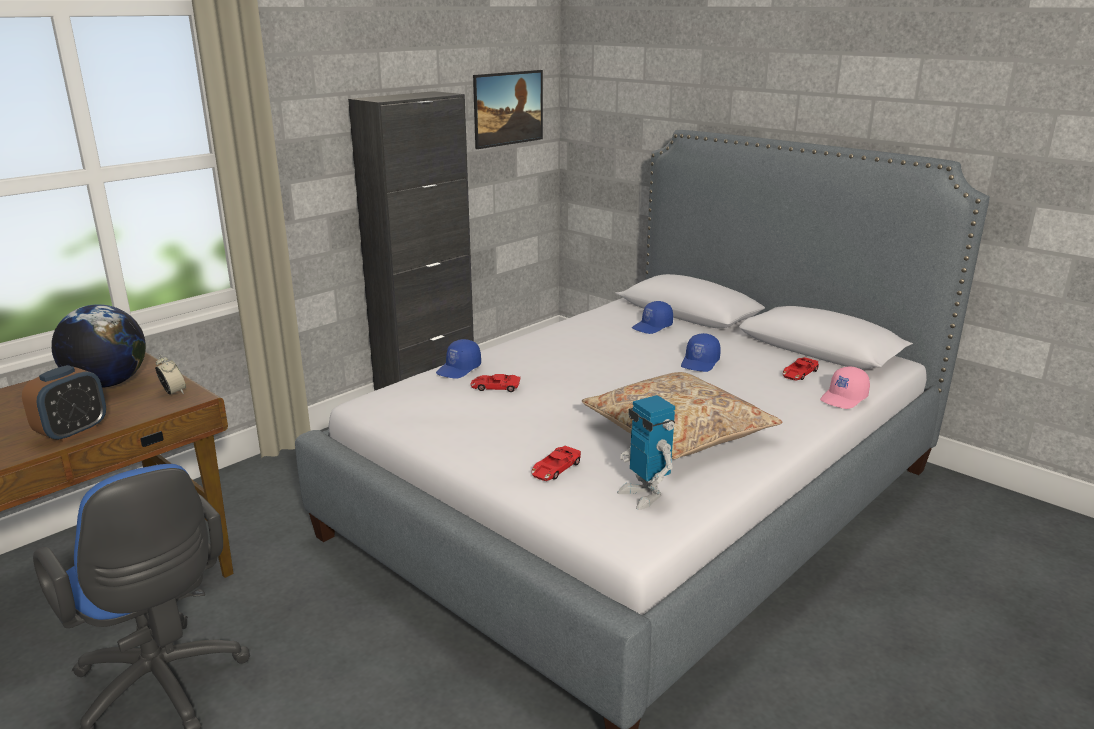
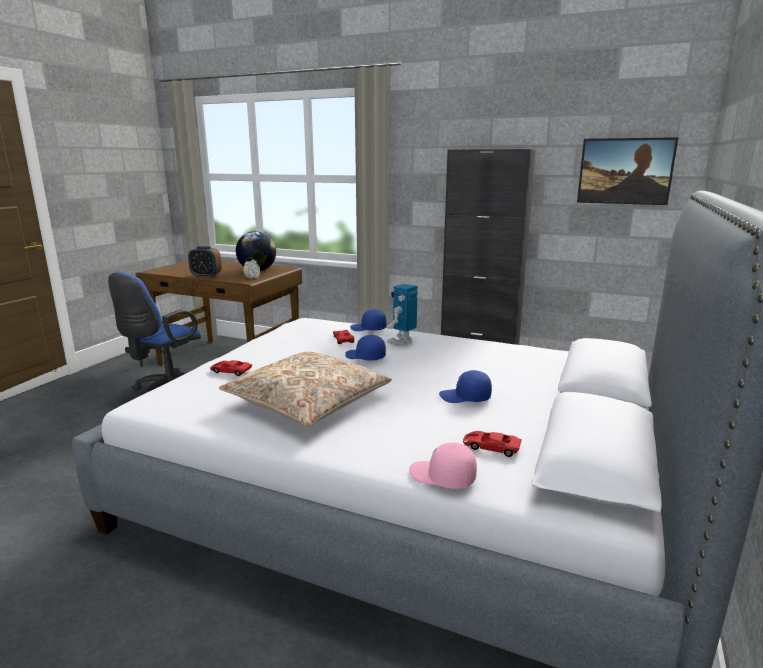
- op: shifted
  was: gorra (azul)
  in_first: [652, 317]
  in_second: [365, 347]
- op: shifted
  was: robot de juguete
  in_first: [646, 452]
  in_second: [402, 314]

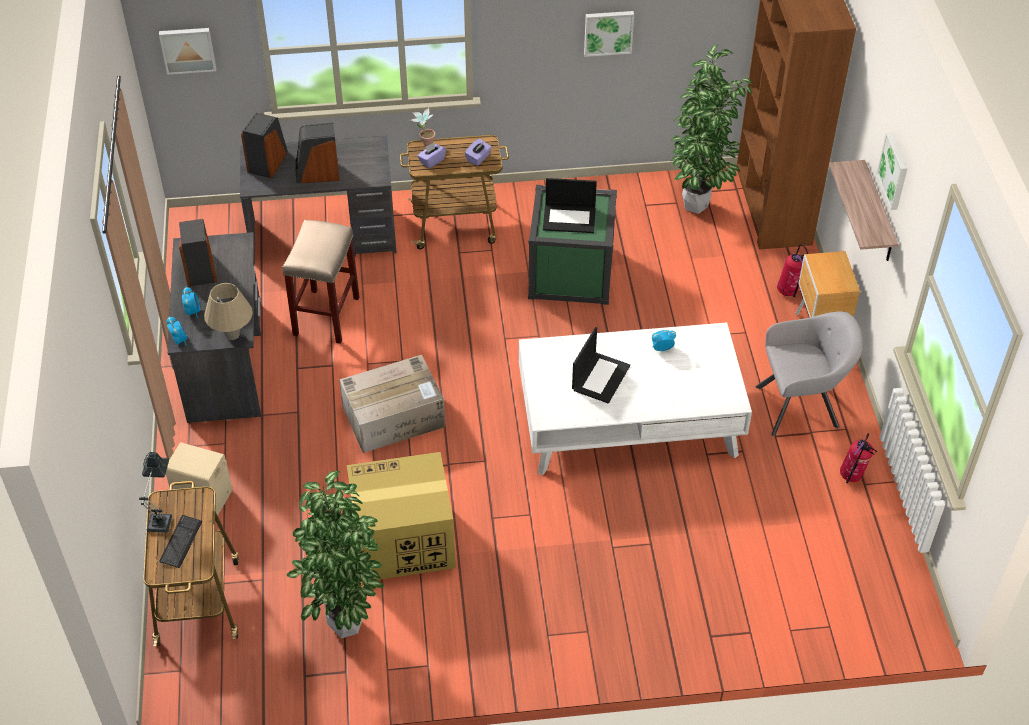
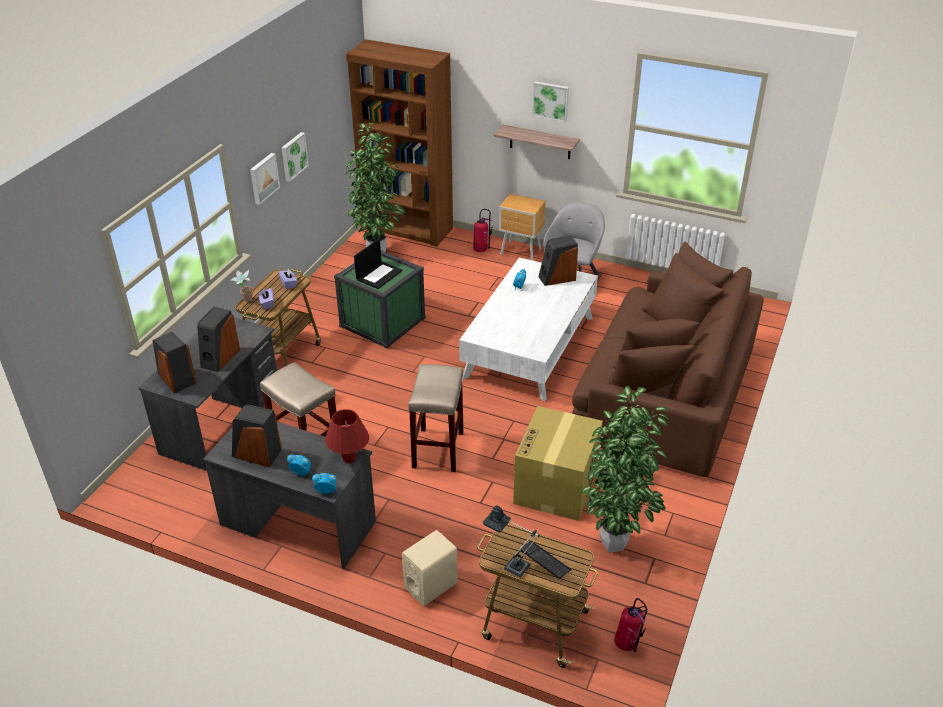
- op: shifted
  was: cuadro
  in_first: [187, 51]
  in_second: [265, 179]
- op: repainted
  was: lámpara de mesa (beis)
  now: lámpara de mesa (rojo)
  in_first: [228, 311]
  in_second: [347, 436]
- op: gone
  was: portátil
  in_first: [601, 365]
- op: swapped
  was: caja de cartón
  now: taburete (beis)
  in_first: [392, 404]
  in_second: [436, 418]
- op: shifted
  was: extintor
  in_first: [858, 458]
  in_second: [630, 625]
- op: new
  now: altavoz
  in_second: [558, 260]
- op: new
  now: sofá (marrón)
  in_second: [668, 359]

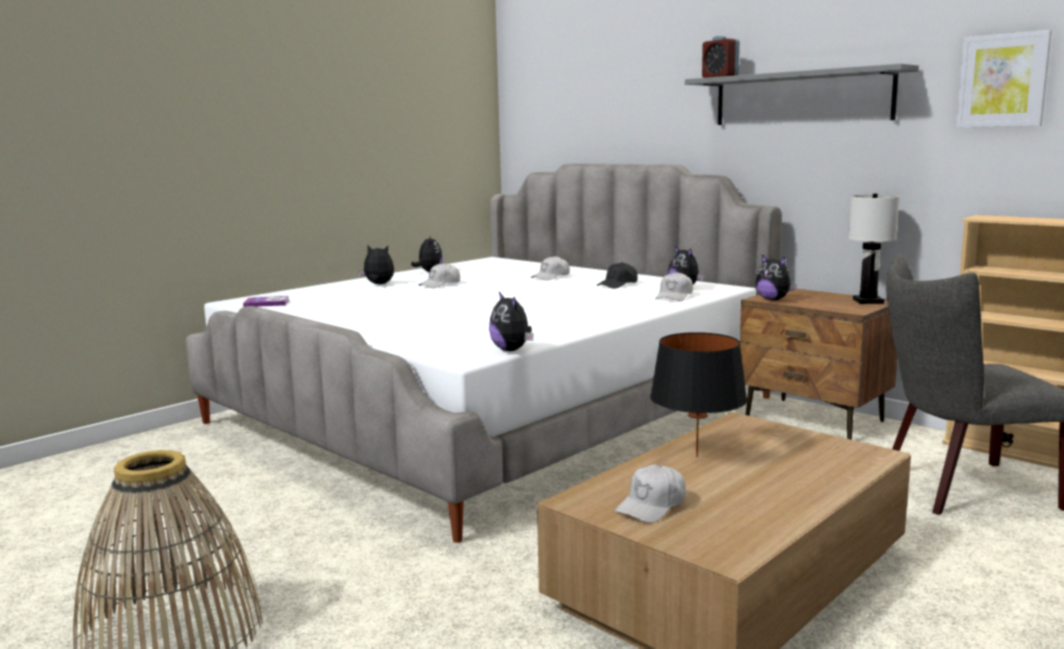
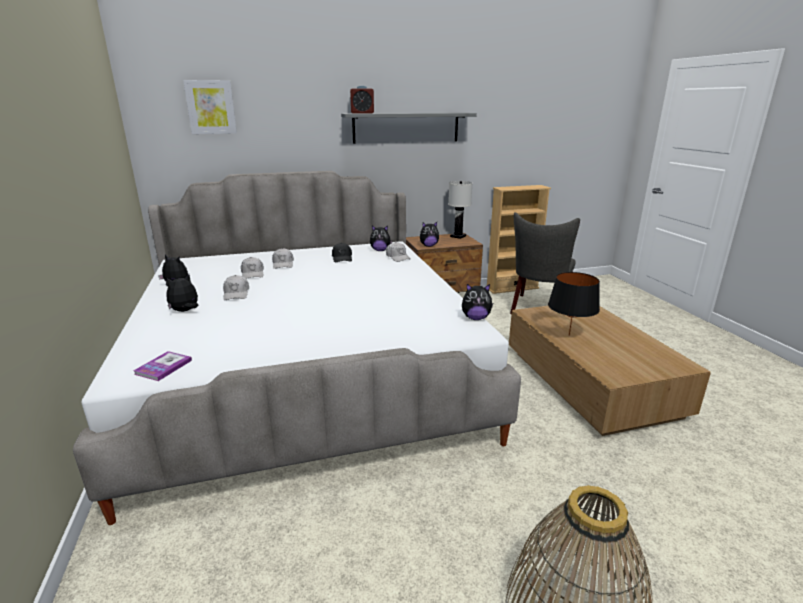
- op: shifted
  was: cuadro
  in_first: [1004, 79]
  in_second: [210, 107]
- op: shifted
  was: gorra (blanco)
  in_first: [650, 494]
  in_second: [252, 268]

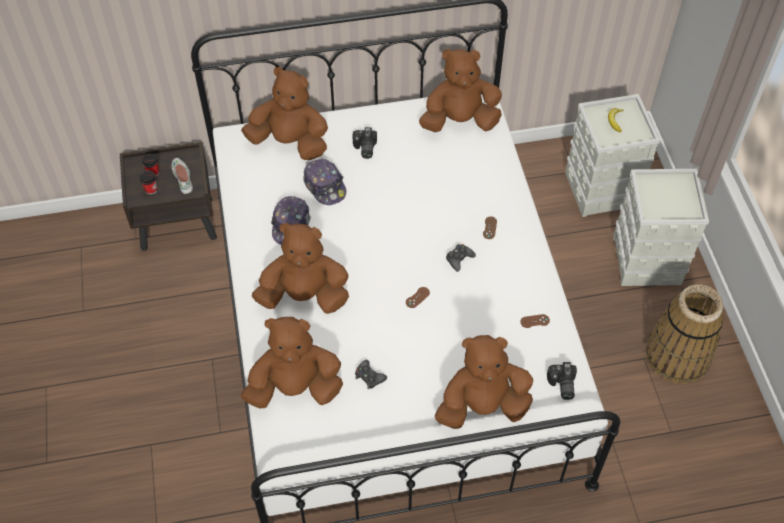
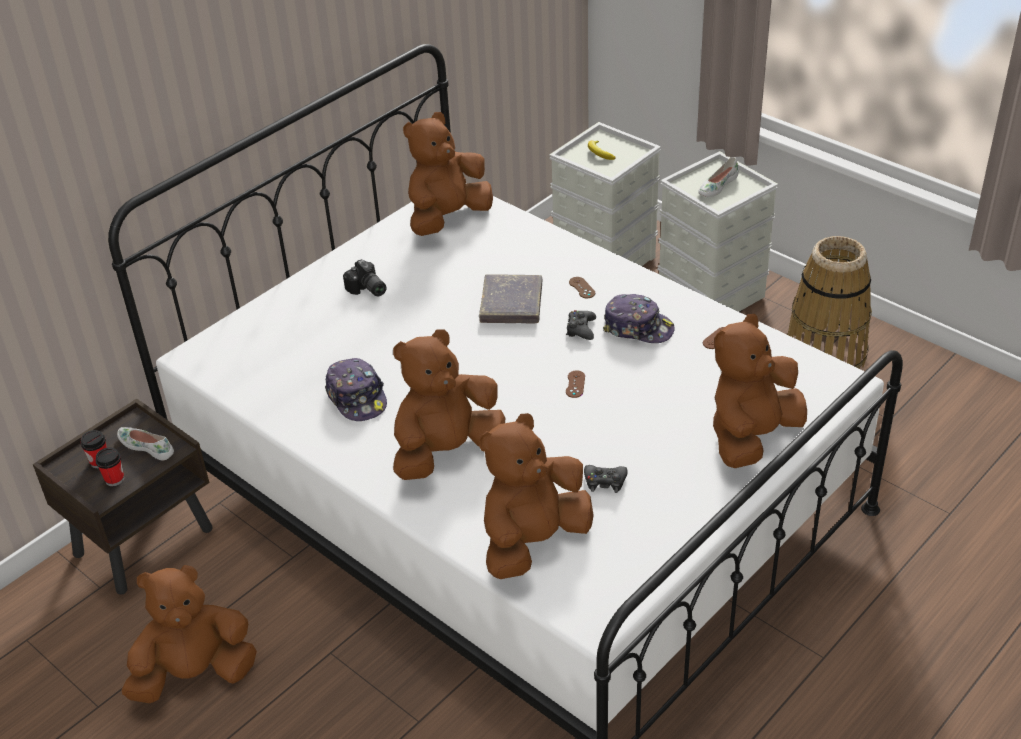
- op: shifted
  was: peluche (marrón)
  in_first: [284, 113]
  in_second: [189, 634]
- op: shifted
  was: gorra
  in_first: [324, 182]
  in_second: [639, 318]
- op: gone
  was: cámara
  in_first: [562, 381]
- op: new
  now: zapato (blanco)
  in_second: [718, 177]
- op: new
  now: libro (gris)
  in_second: [511, 298]

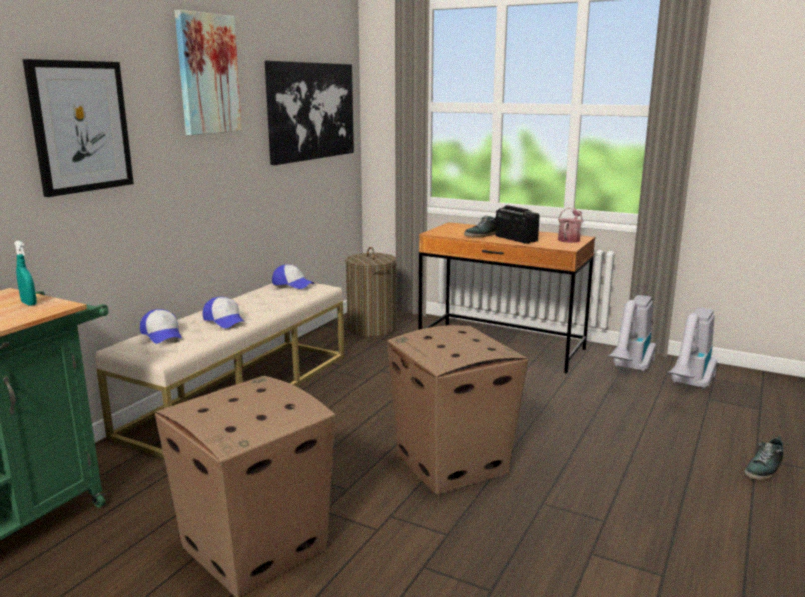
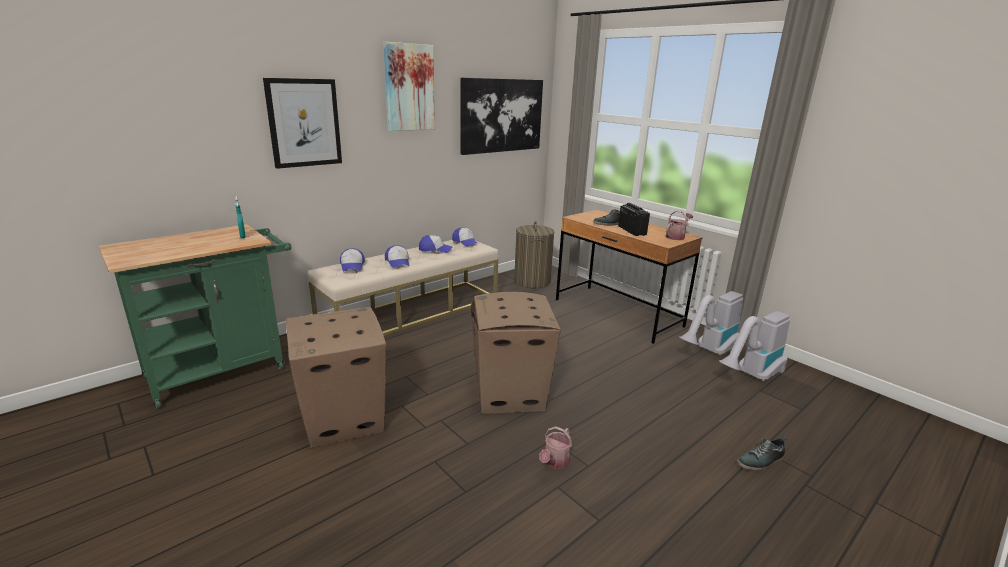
- op: new
  now: gorra
  in_second: [435, 244]
- op: new
  now: regadera
  in_second: [556, 447]

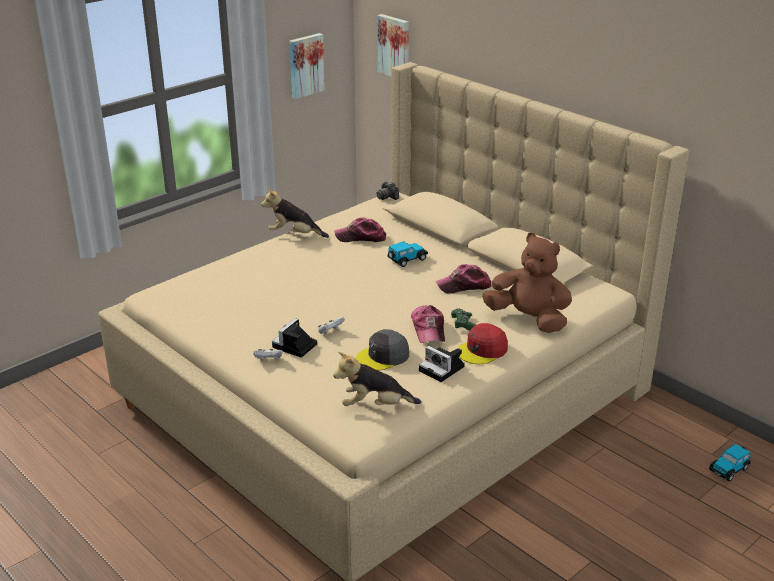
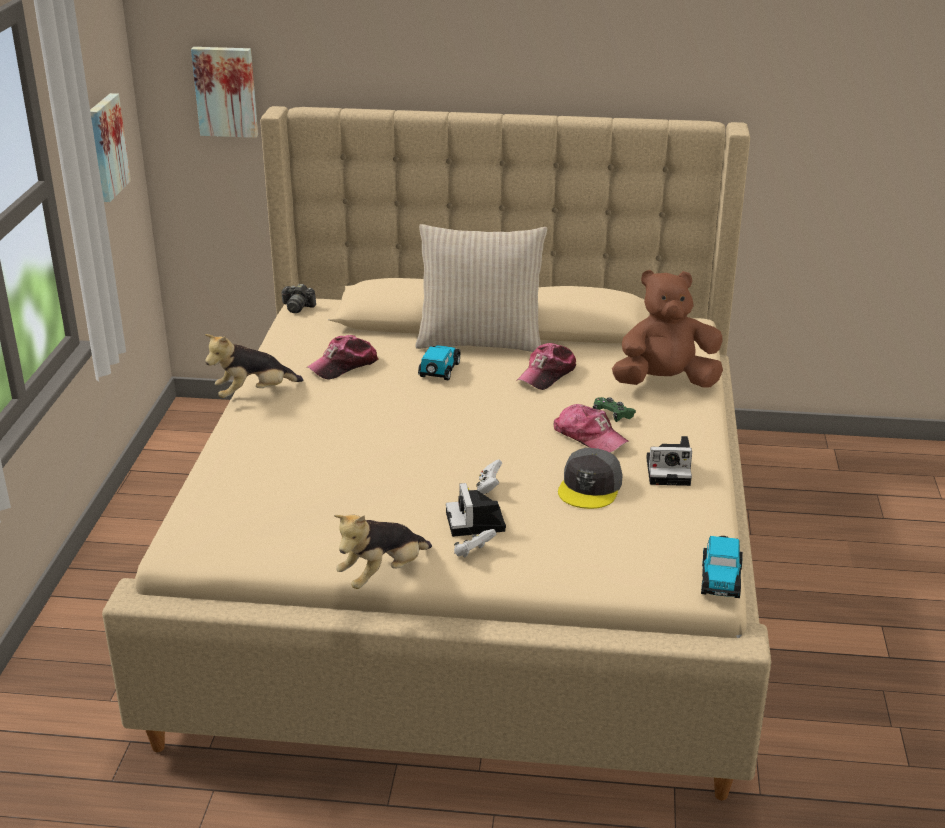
- op: gone
  was: gorra (rojo)
  in_first: [482, 343]
- op: shifted
  was: peluche
  in_first: [377, 379]
  in_second: [383, 551]
- op: shifted
  was: coche de juguete
  in_first: [730, 462]
  in_second: [722, 567]
- op: new
  now: cojín (beis)
  in_second: [481, 288]

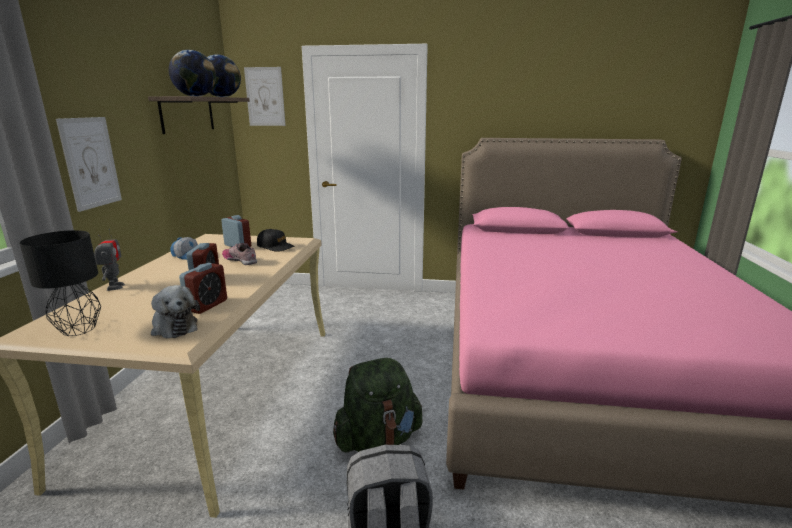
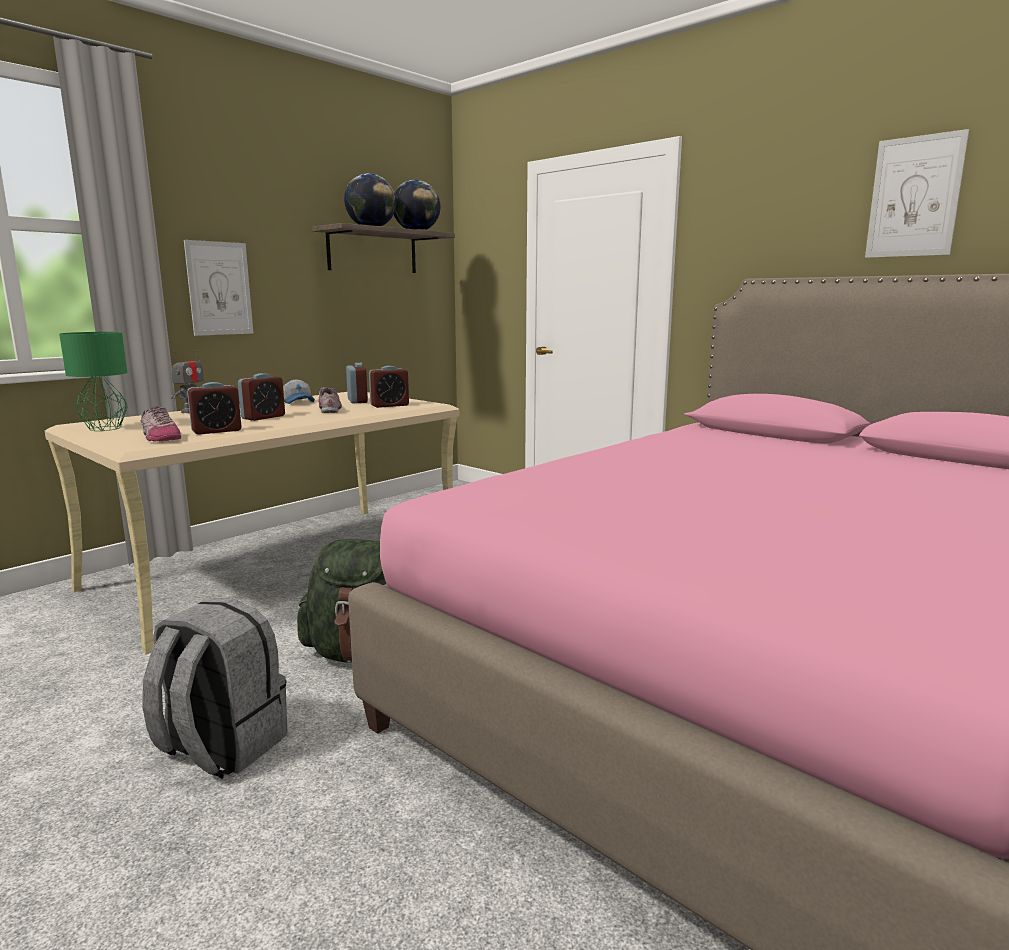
- op: shifted
  was: cuadro
  in_first: [265, 96]
  in_second: [917, 193]
- op: swapped
  was: gorra (negro)
  now: despertador
  in_first: [276, 240]
  in_second: [389, 387]
- op: repainted
  was: lámpara de mesa (negro)
  now: lámpara de mesa (verde)
  in_first: [60, 283]
  in_second: [93, 381]
- op: swapped
  was: peluche
  now: zapato
  in_first: [175, 311]
  in_second: [161, 423]

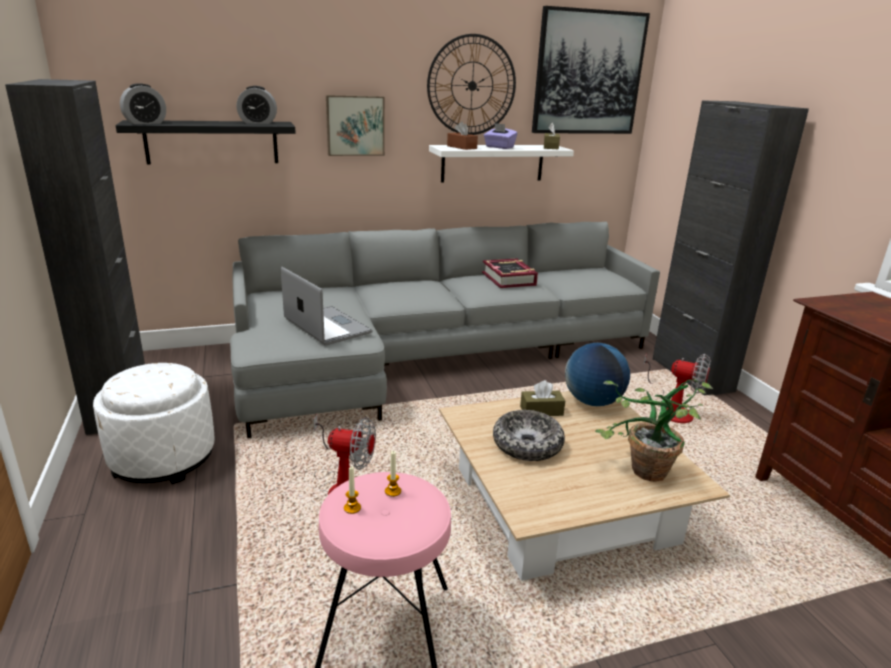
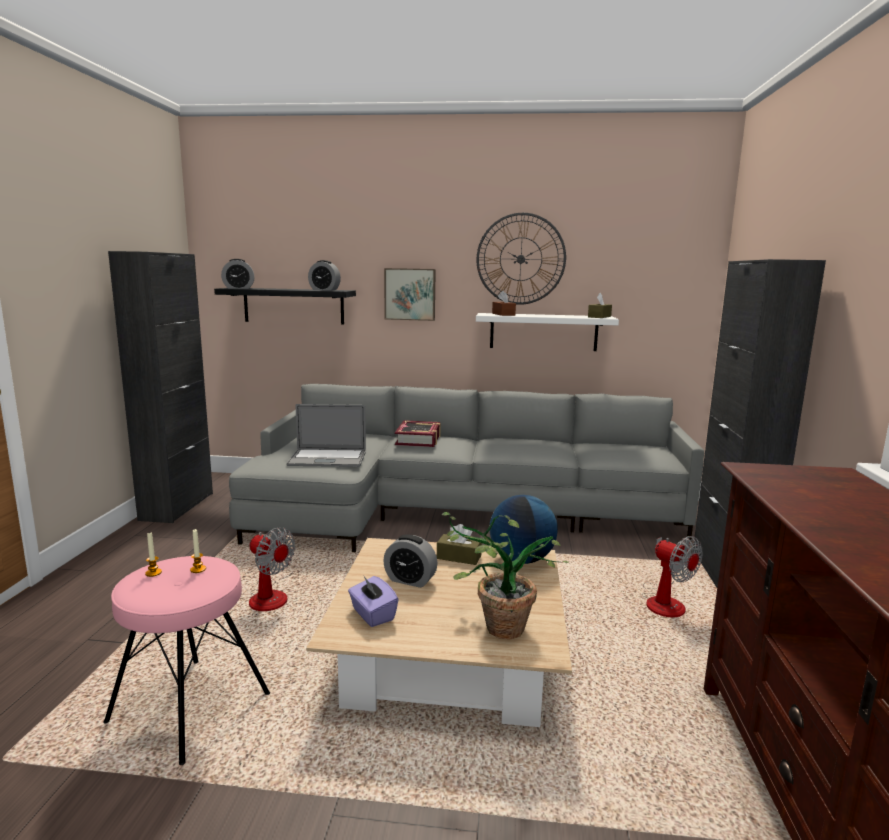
- op: gone
  was: cuadro
  in_first: [591, 70]
- op: shifted
  was: caja de pañuelos (morado)
  in_first: [501, 136]
  in_second: [373, 601]
- op: shifted
  was: libro
  in_first: [510, 273]
  in_second: [418, 433]
- op: rotated
  was: portátil
  in_first: [326, 306]
  in_second: [326, 435]
  clockwise: 105
- op: gone
  was: puf (blanco)
  in_first: [154, 423]
- op: swapped
  was: cuenco
  now: despertador
  in_first: [529, 435]
  in_second: [410, 561]

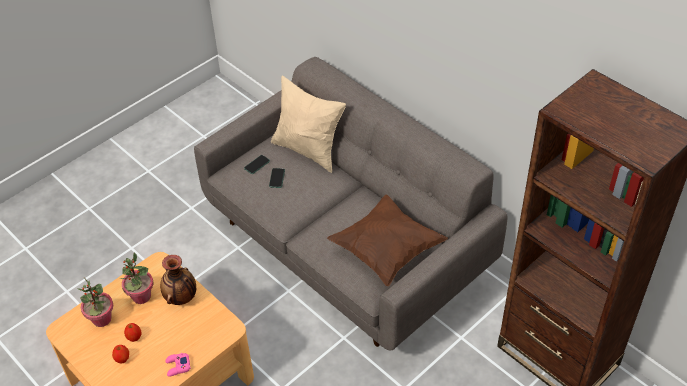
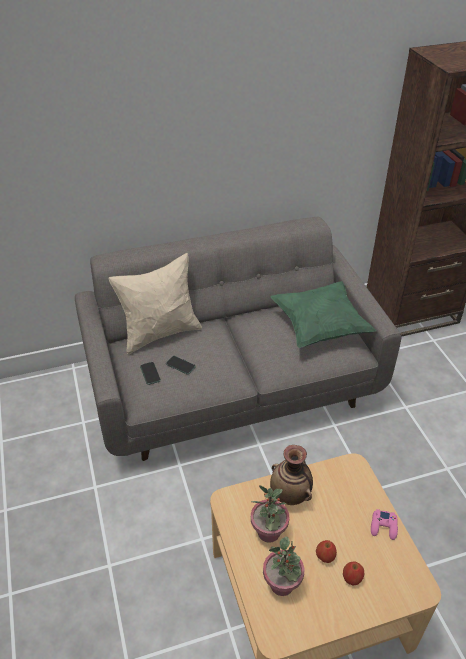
- op: repainted
  was: cojín (marrón)
  now: cojín (verde)
  in_first: [387, 240]
  in_second: [323, 314]

